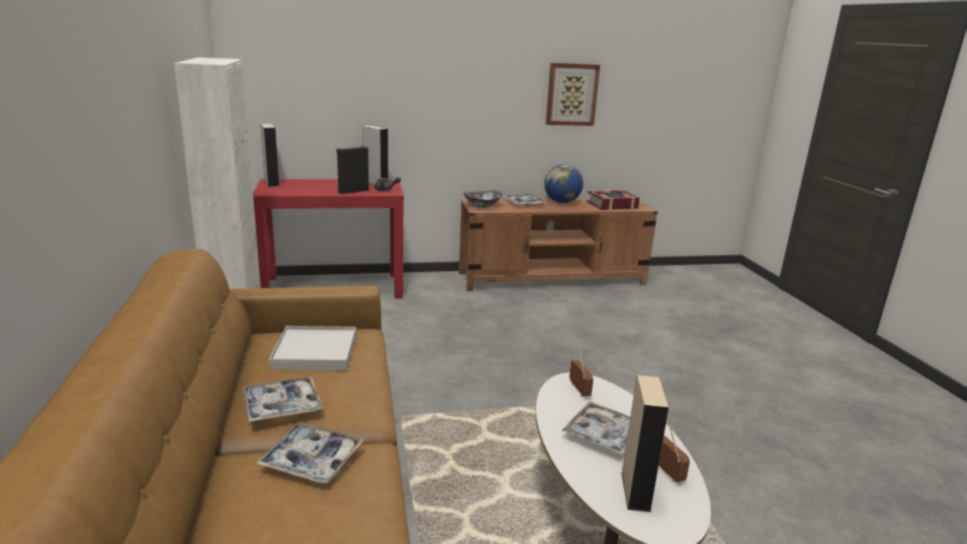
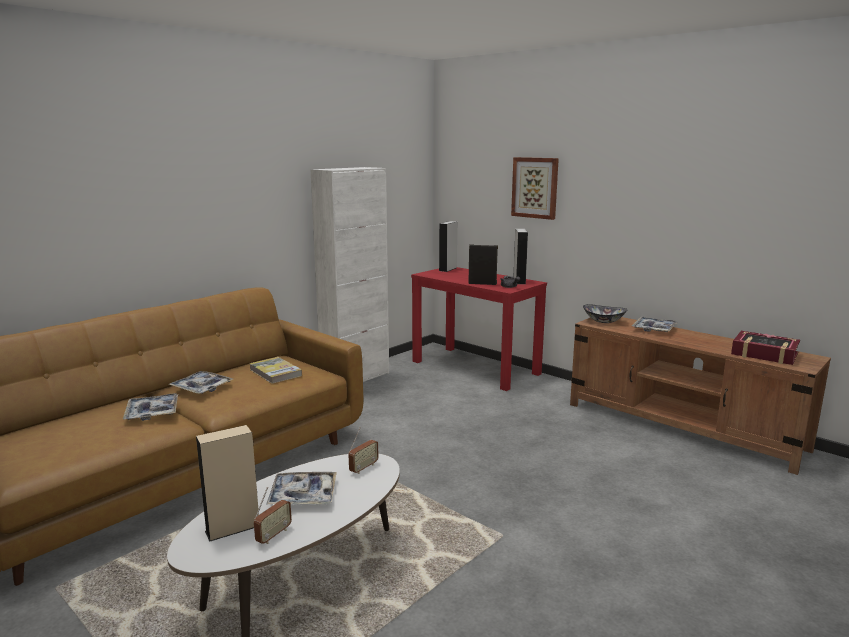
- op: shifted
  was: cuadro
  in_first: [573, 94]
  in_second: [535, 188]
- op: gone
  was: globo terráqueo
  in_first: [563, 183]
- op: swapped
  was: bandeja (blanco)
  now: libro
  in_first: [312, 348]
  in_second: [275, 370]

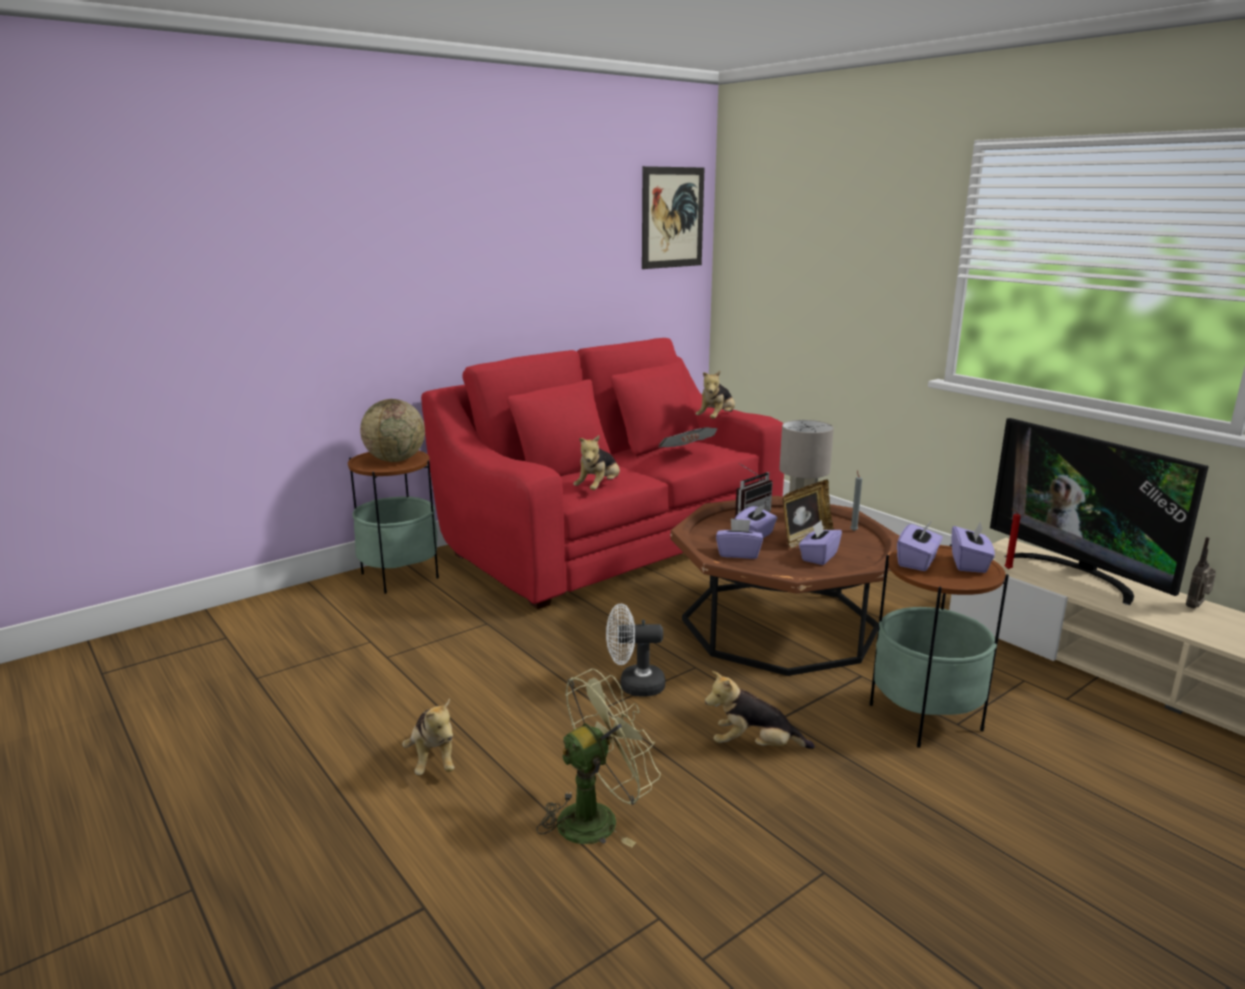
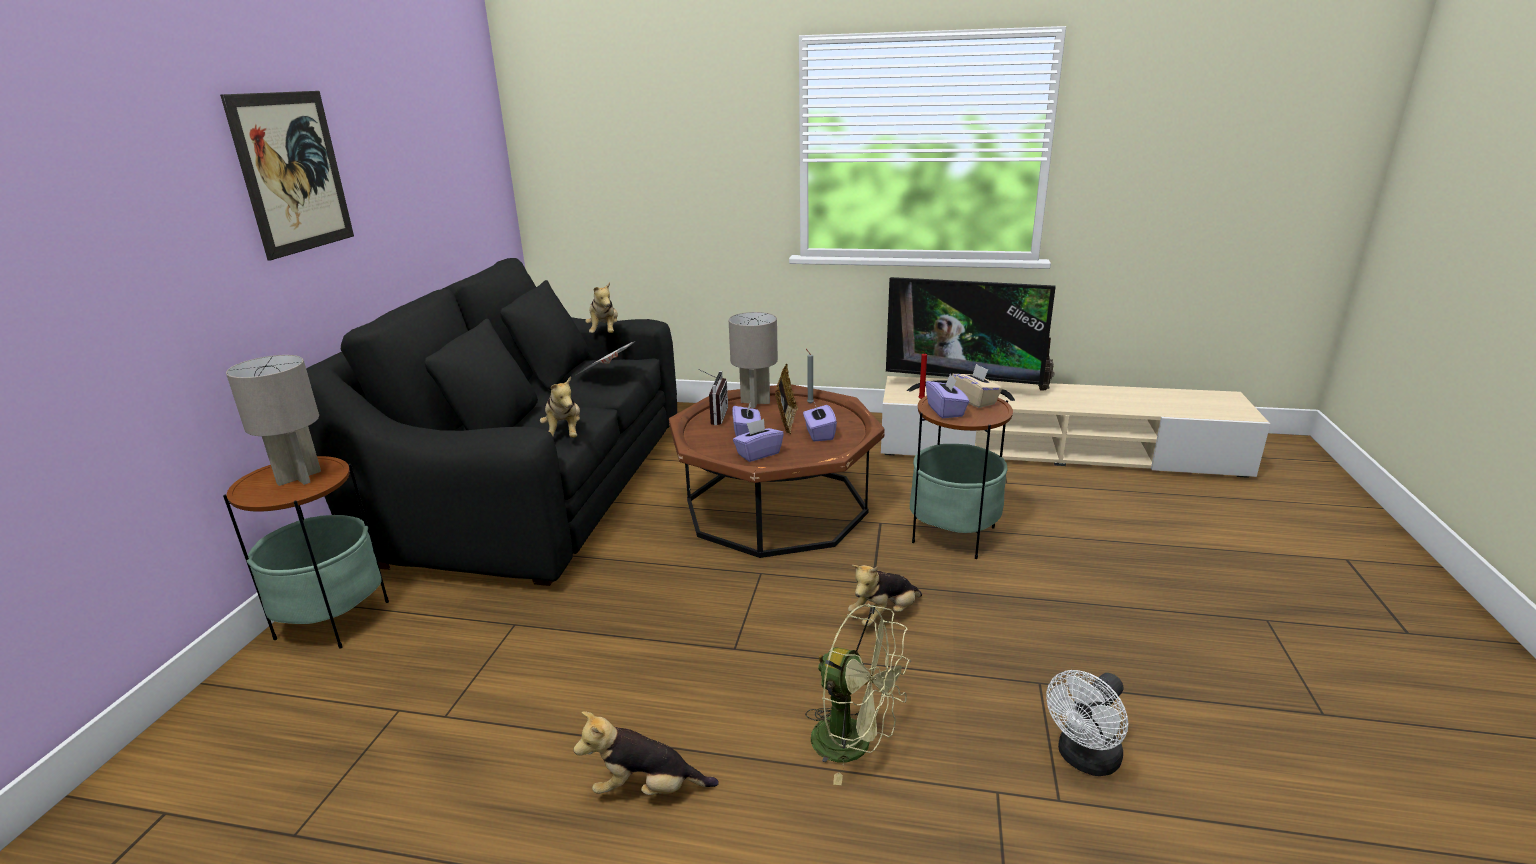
- op: shifted
  was: cuadro
  in_first: [673, 217]
  in_second: [287, 176]
- op: repainted
  was: sofá (rojo)
  now: sofá (negro)
  in_first: [602, 473]
  in_second: [491, 422]
- op: swapped
  was: globo terráqueo
  now: lámpara de mesa (gris)
  in_first: [392, 430]
  in_second: [273, 420]
- op: repainted
  was: caja de pañuelos (morado)
  now: caja de pañuelos (beis)
  in_first: [973, 547]
  in_second: [977, 386]
- op: shifted
  was: ventilador (blanco)
  in_first: [635, 650]
  in_second: [1087, 723]
- op: rotated
  was: ventilador (verde)
  in_first: [598, 758]
  in_second: [858, 694]
  clockwise: 105
- op: rotated
  was: peluche
  in_first: [428, 736]
  in_second: [646, 753]
  clockwise: 150

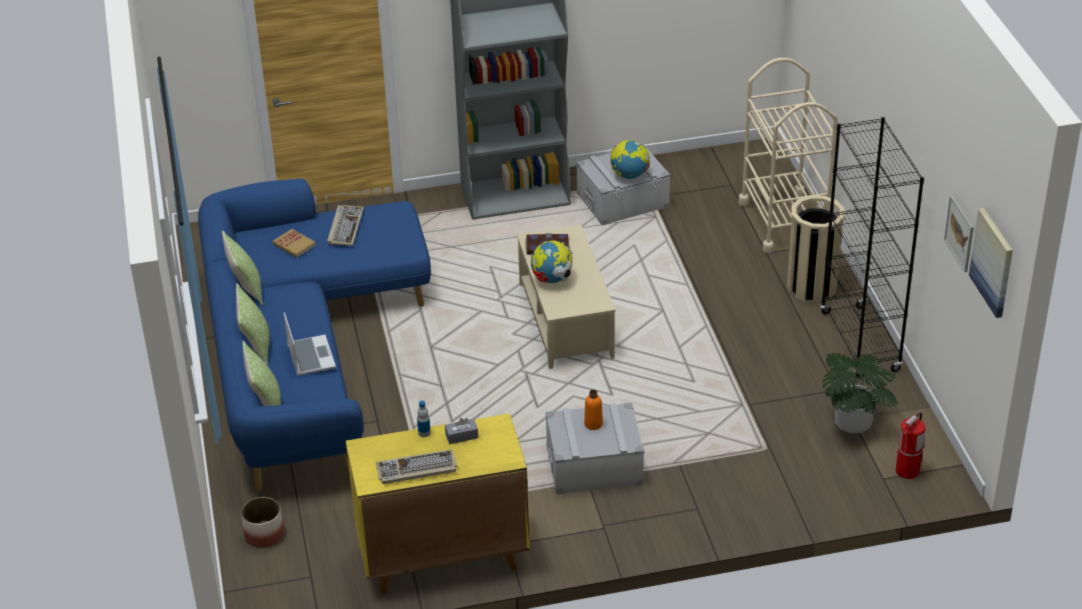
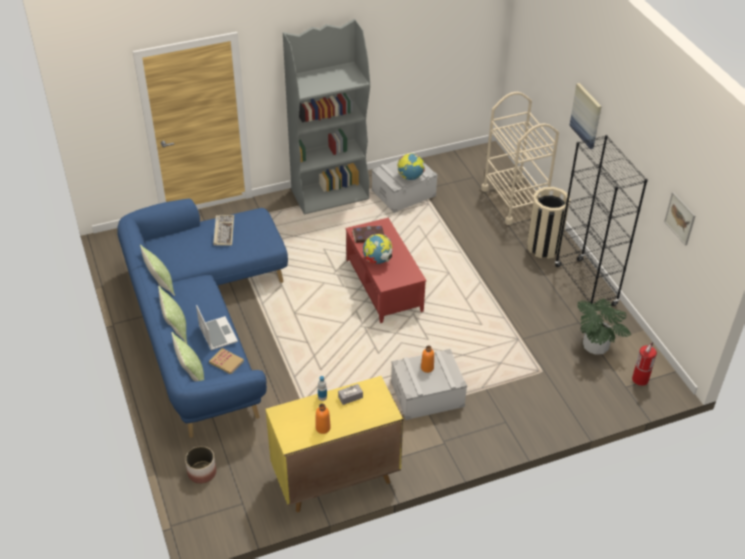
- op: shifted
  was: cuadro
  in_first: [991, 263]
  in_second: [585, 116]
- op: repainted
  was: mesa de centro (beis)
  now: mesa de centro (rojo)
  in_first: [566, 297]
  in_second: [385, 270]
- op: shifted
  was: libro
  in_first: [294, 243]
  in_second: [226, 361]
- op: swapped
  was: teclado
  now: botella (naranja)
  in_first: [416, 466]
  in_second: [323, 419]

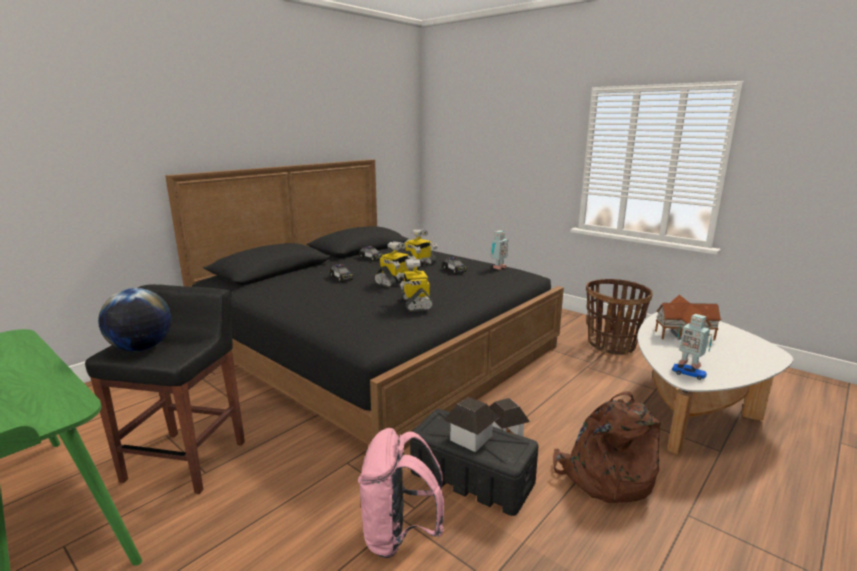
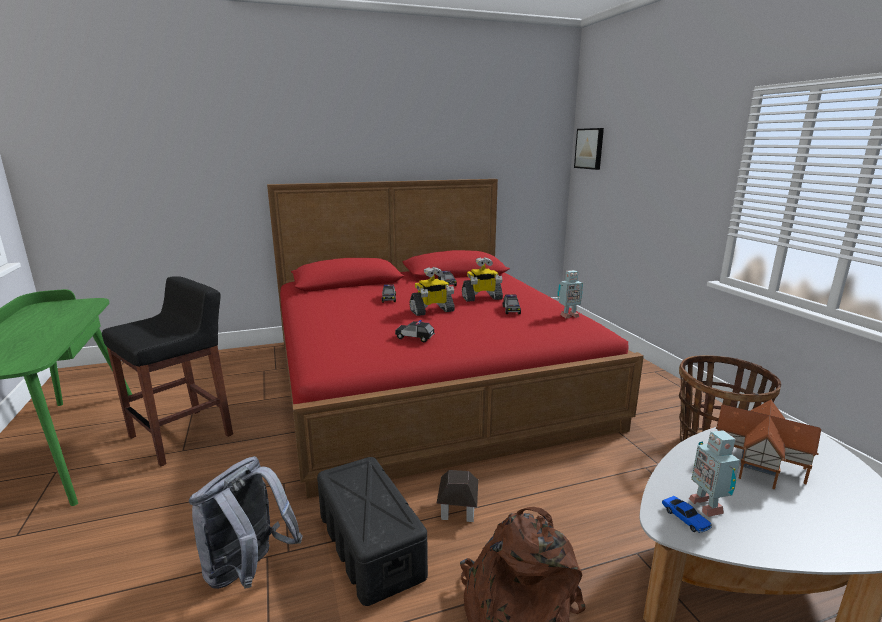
- op: repainted
  was: cama (negro)
  now: cama (rojo)
  in_first: [364, 304]
  in_second: [455, 338]
- op: swapped
  was: robot de juguete
  now: coche de juguete
  in_first: [415, 285]
  in_second: [415, 331]
- op: gone
  was: globo terráqueo
  in_first: [135, 319]
- op: gone
  was: casita
  in_first: [471, 424]
- op: repainted
  was: mochila (rosa)
  now: mochila (gris)
  in_first: [401, 493]
  in_second: [246, 522]
- op: new
  now: cuadro
  in_second: [589, 149]

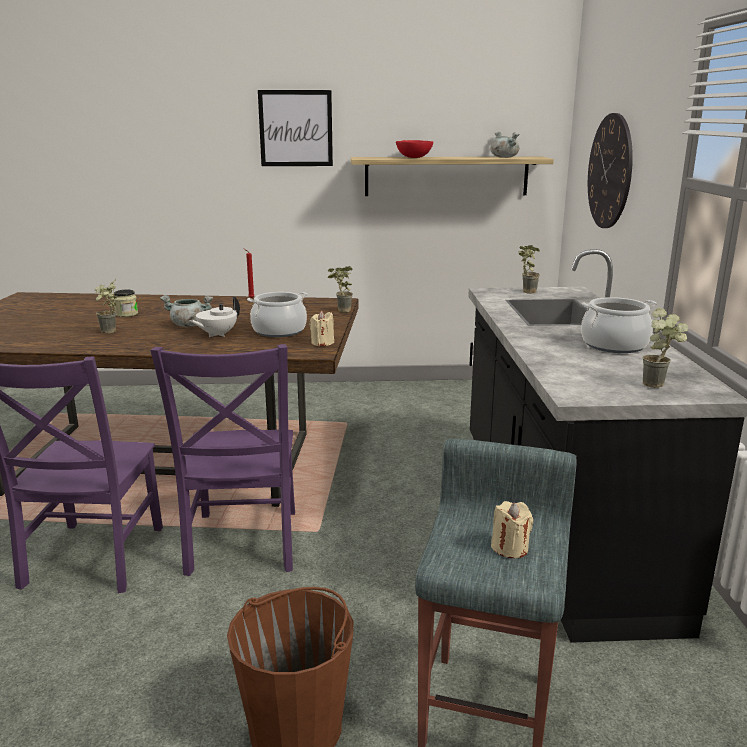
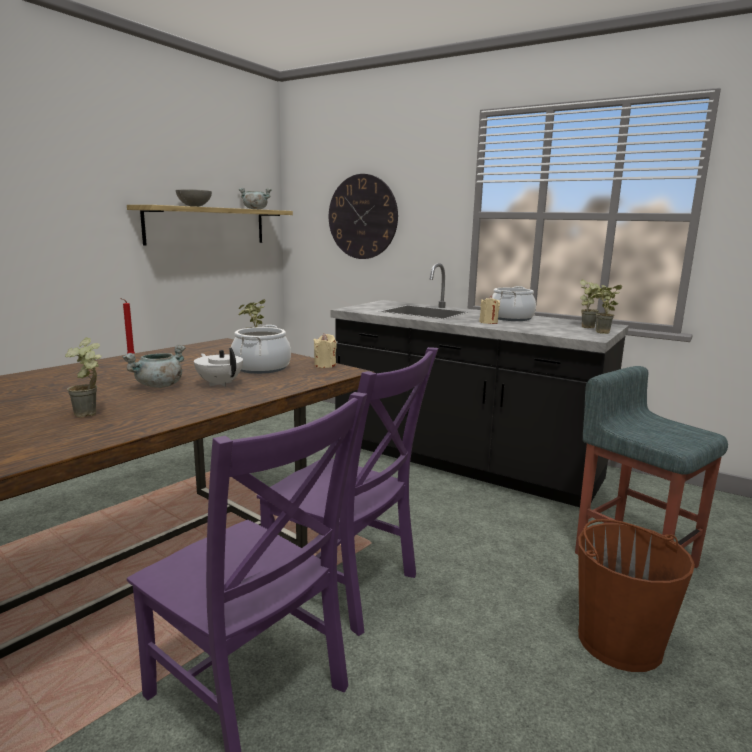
- op: gone
  was: cuadro
  in_first: [295, 128]
- op: repainted
  was: cuenco (rojo)
  now: cuenco (gris)
  in_first: [414, 149]
  in_second: [194, 198]
- op: shifted
  was: planta en maceta
  in_first: [529, 269]
  in_second: [606, 309]
- op: gone
  was: tarro
  in_first: [126, 303]
- op: rotated
  was: tetera (blanco)
  in_first: [214, 316]
  in_second: [218, 367]
  clockwise: 150
- op: shifted
  was: vela (beis)
  in_first: [512, 529]
  in_second: [489, 310]

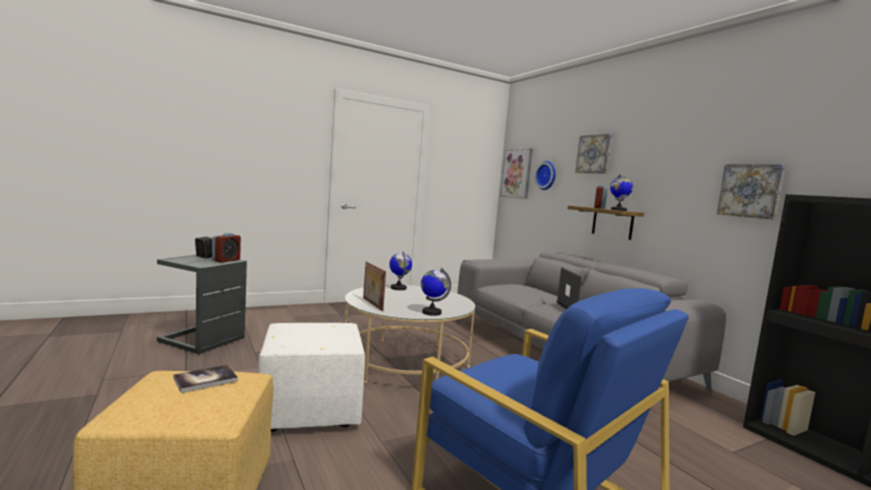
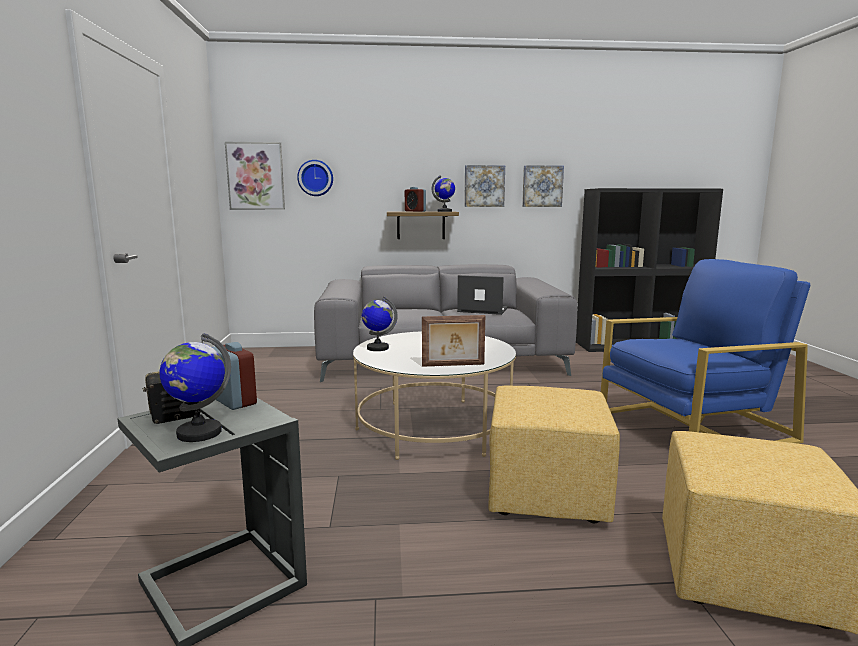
- op: shifted
  was: cuadro
  in_first: [594, 154]
  in_second: [484, 186]
- op: shifted
  was: globo terráqueo
  in_first: [436, 292]
  in_second: [195, 387]
- op: repainted
  was: puf (blanco)
  now: puf (amarillo)
  in_first: [311, 377]
  in_second: [554, 455]
- op: gone
  was: libro
  in_first: [206, 379]

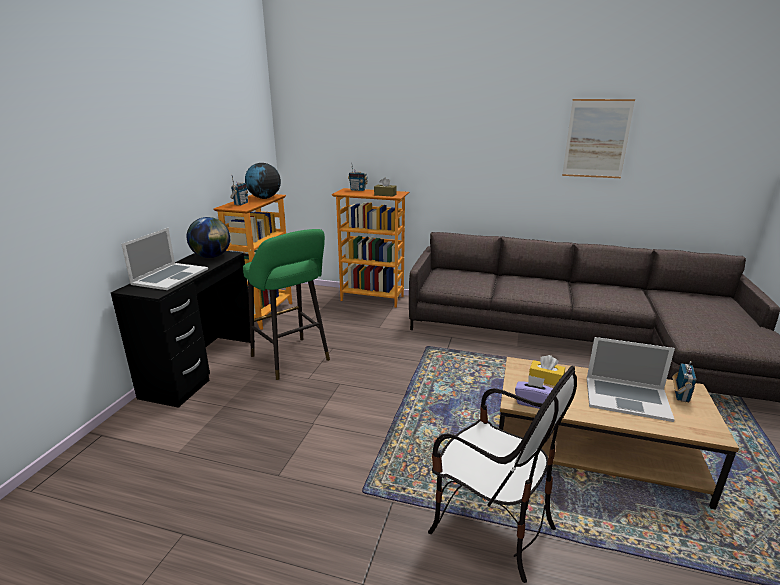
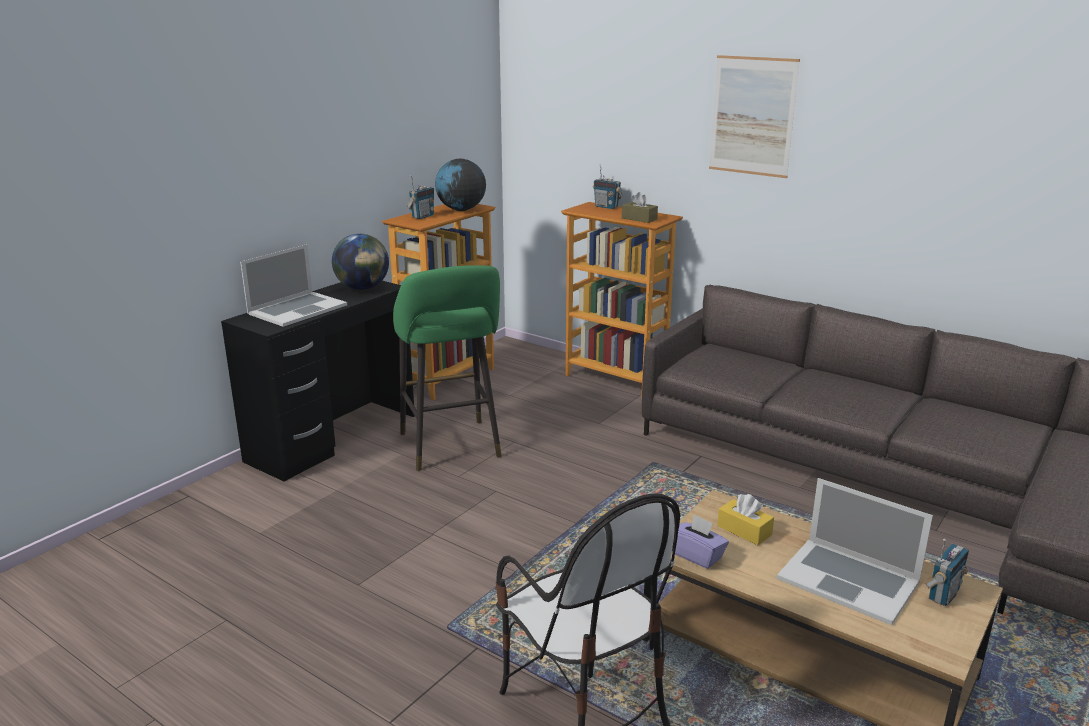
- op: shifted
  was: cuadro
  in_first: [598, 138]
  in_second: [754, 116]

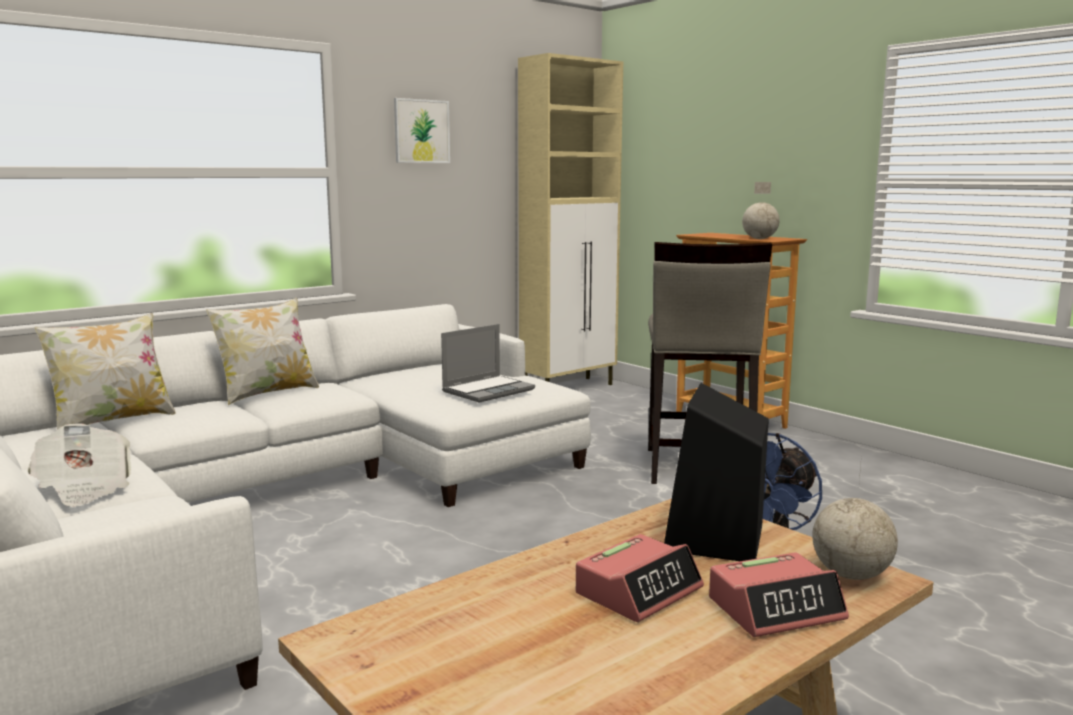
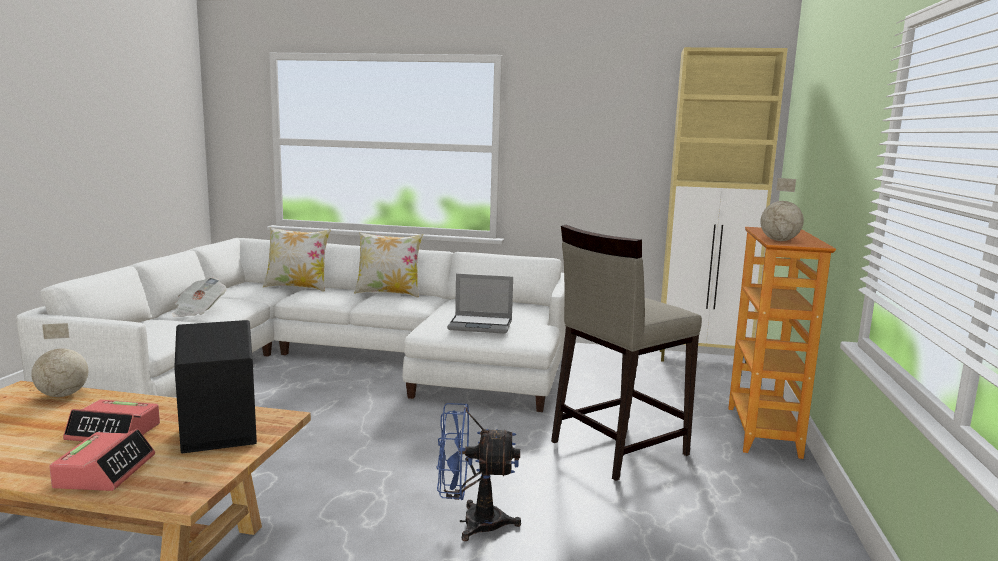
- op: gone
  was: cuadro
  in_first: [422, 130]
- op: shifted
  was: globo terráqueo
  in_first: [855, 522]
  in_second: [59, 360]
- op: rotated
  was: despertador
  in_first: [779, 594]
  in_second: [102, 460]
  clockwise: -120

